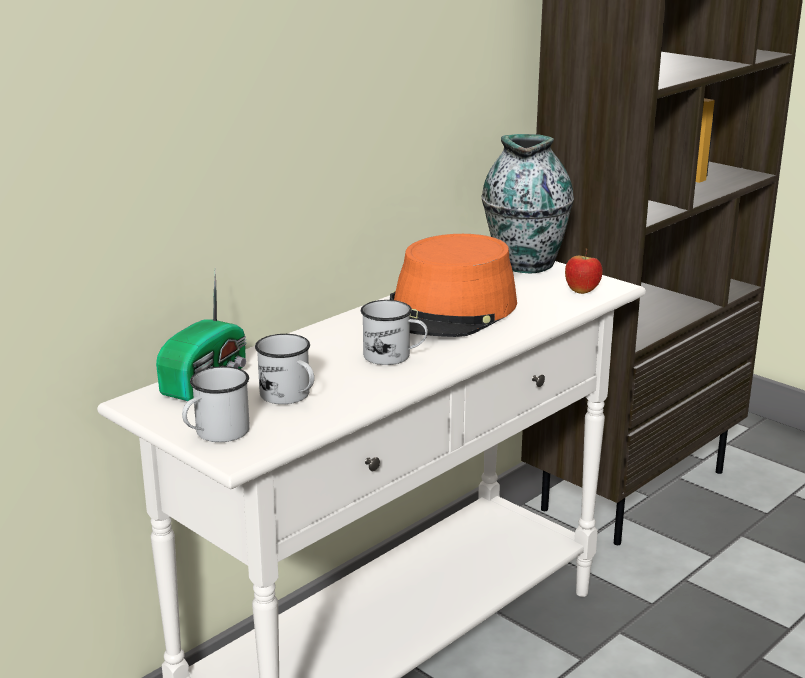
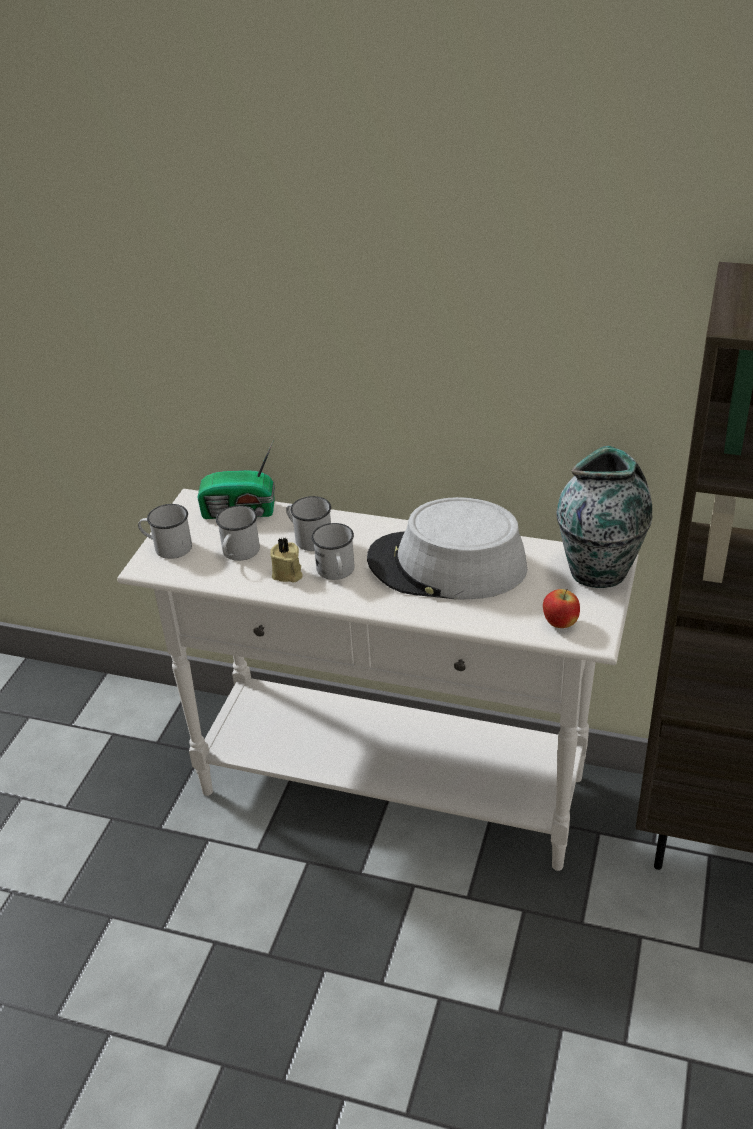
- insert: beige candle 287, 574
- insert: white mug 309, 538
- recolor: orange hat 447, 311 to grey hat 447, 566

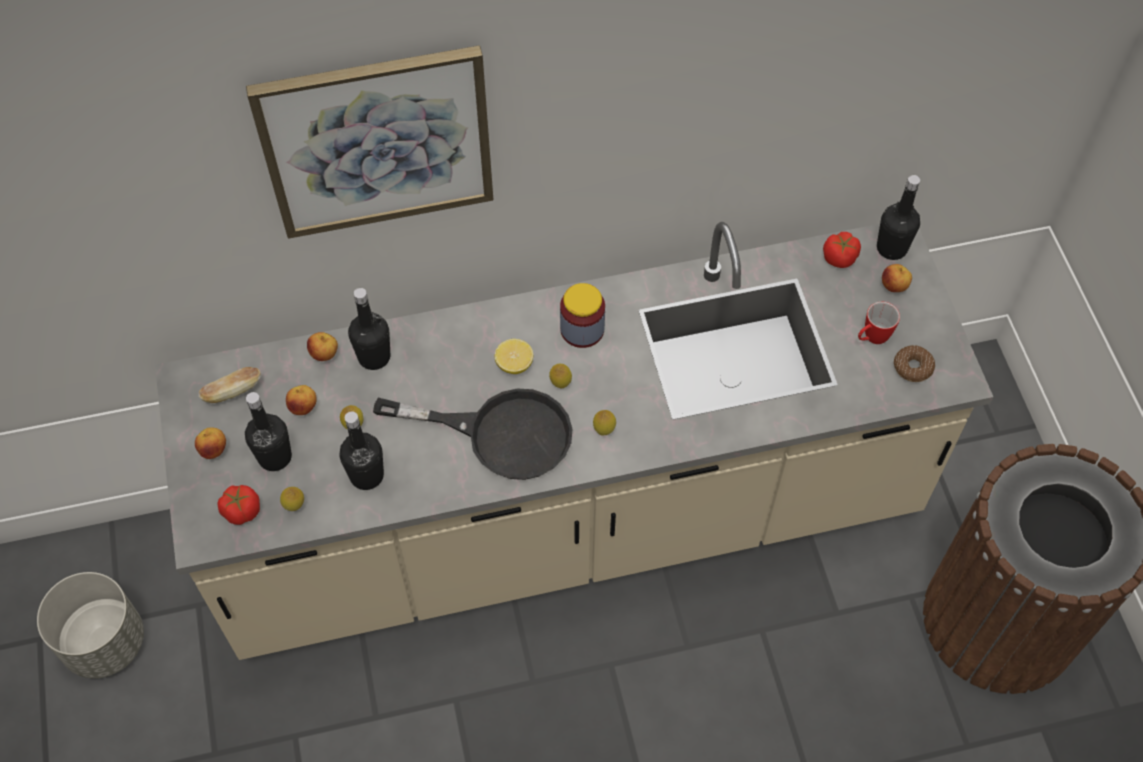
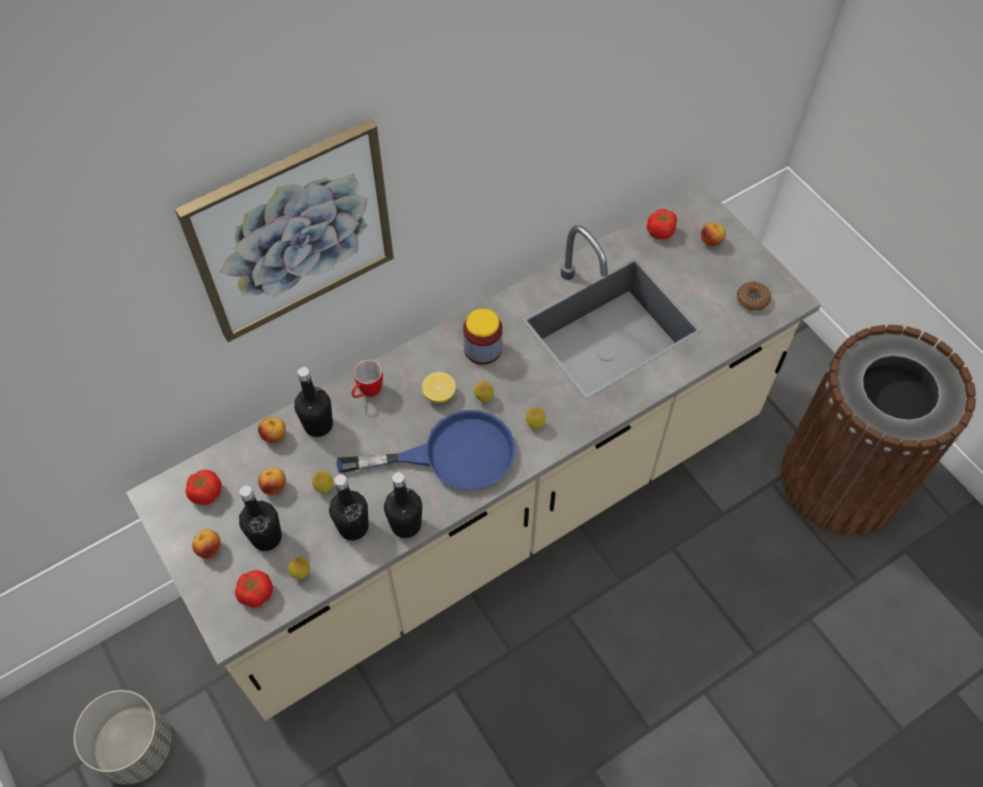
- move: mug 871, 339 to 367, 393
- move: black bottle 891, 248 to 406, 524
- replace: bread 232, 391 to tomato 206, 493
- recolor: black frying pan 500, 433 to blue frying pan 452, 455

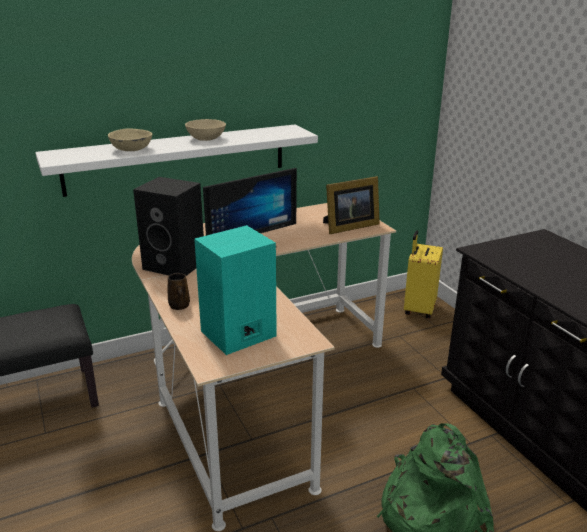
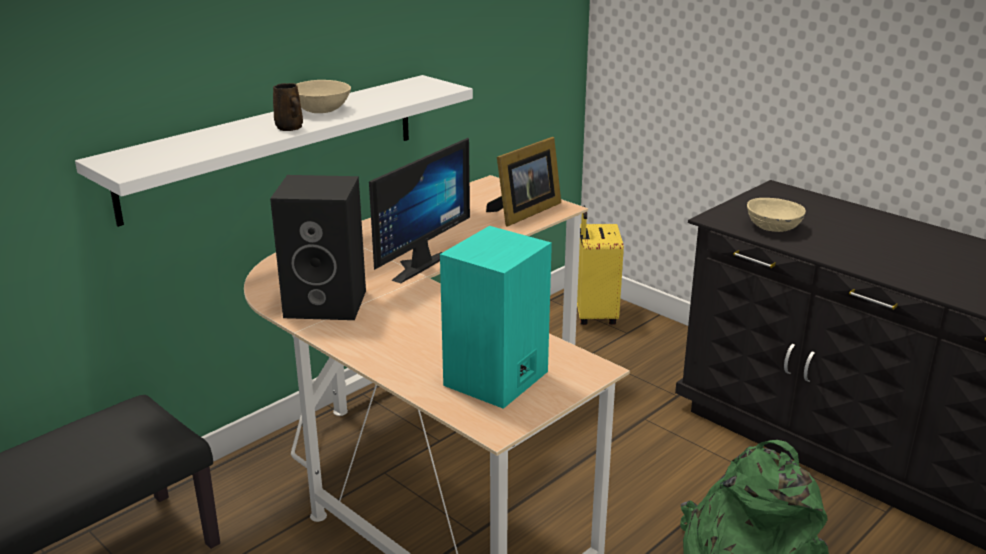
- move: beige bowl 131, 149 to 772, 227
- move: brown mug 179, 306 to 290, 128

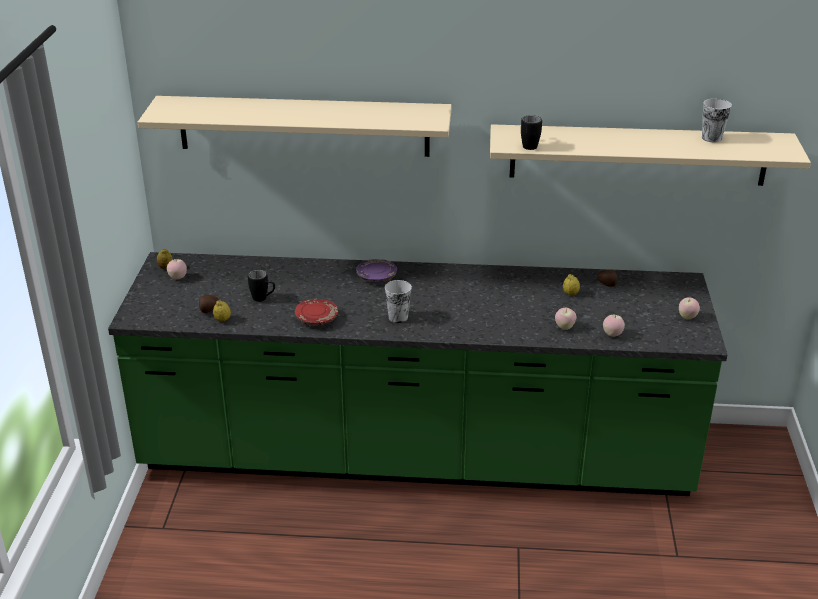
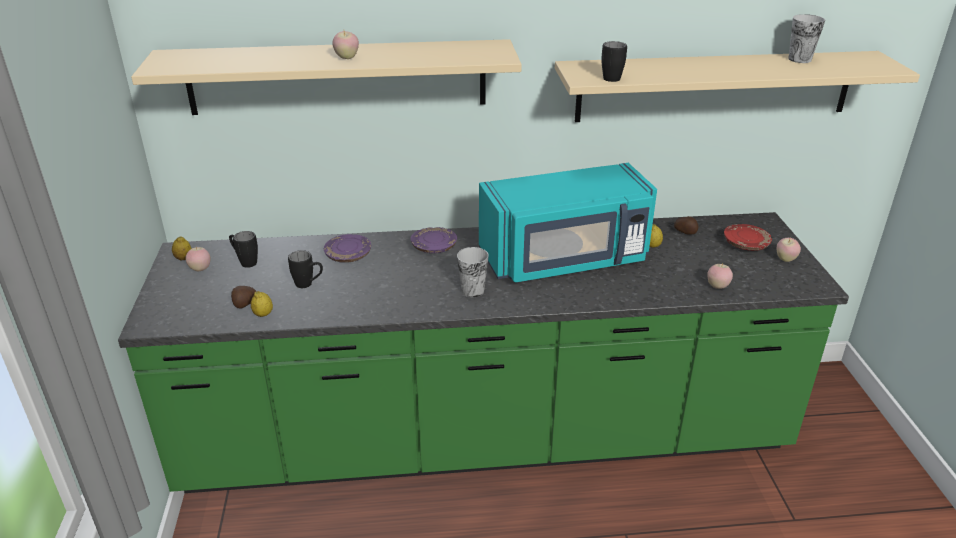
- insert: black mug 245, 262
- insert: purple plate 348, 256
- insert: turquoise microwave 565, 259
- move: red plate 317, 318 to 745, 244
- move: apple 564, 327 to 347, 58

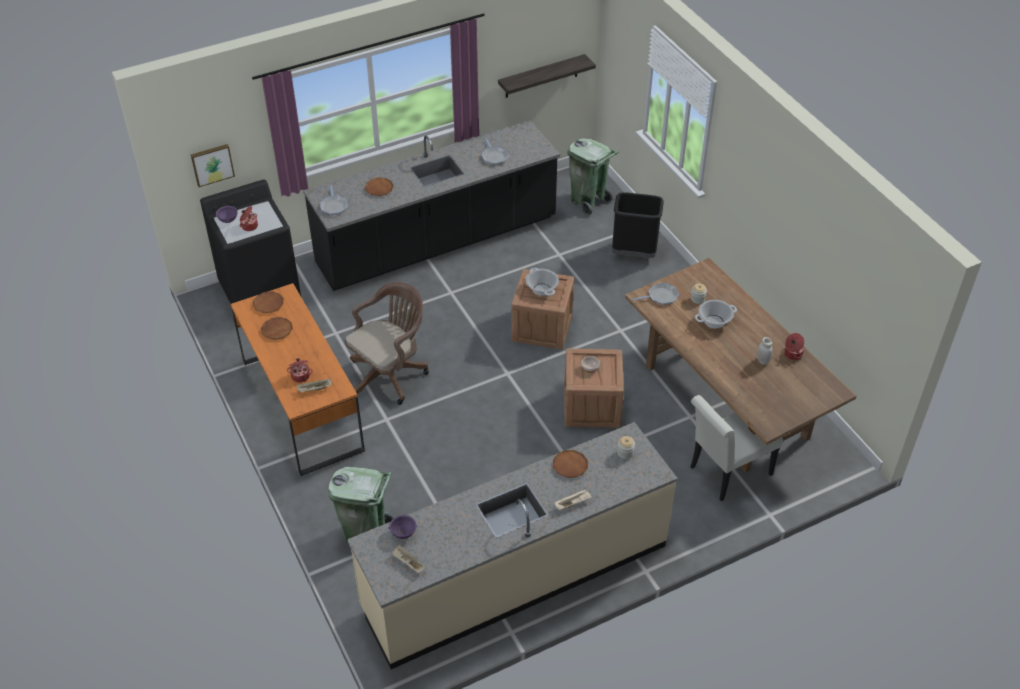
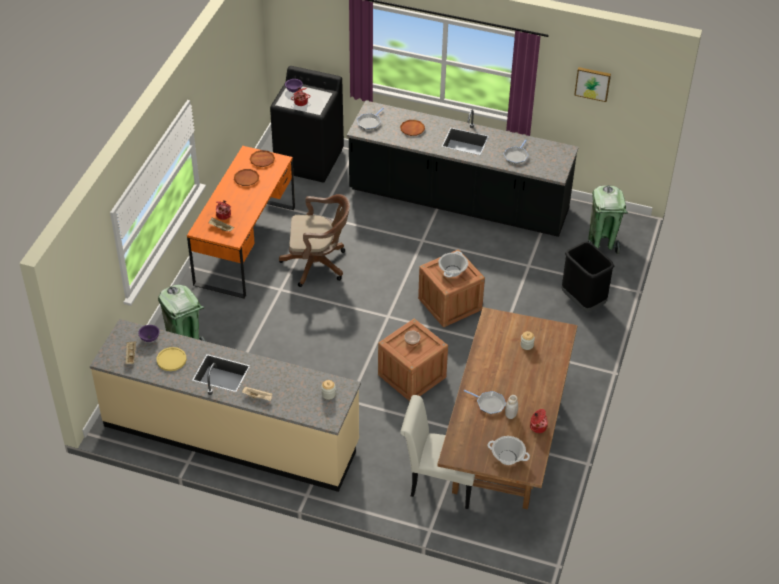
- delete: shelf 541, 76
- delete: brown plate 570, 465
- insert: yellow plate 171, 359
- move: picture 212, 164 to 592, 83
- move: frying pan 661, 296 to 489, 404
- move: cooking pot 714, 321 to 507, 457

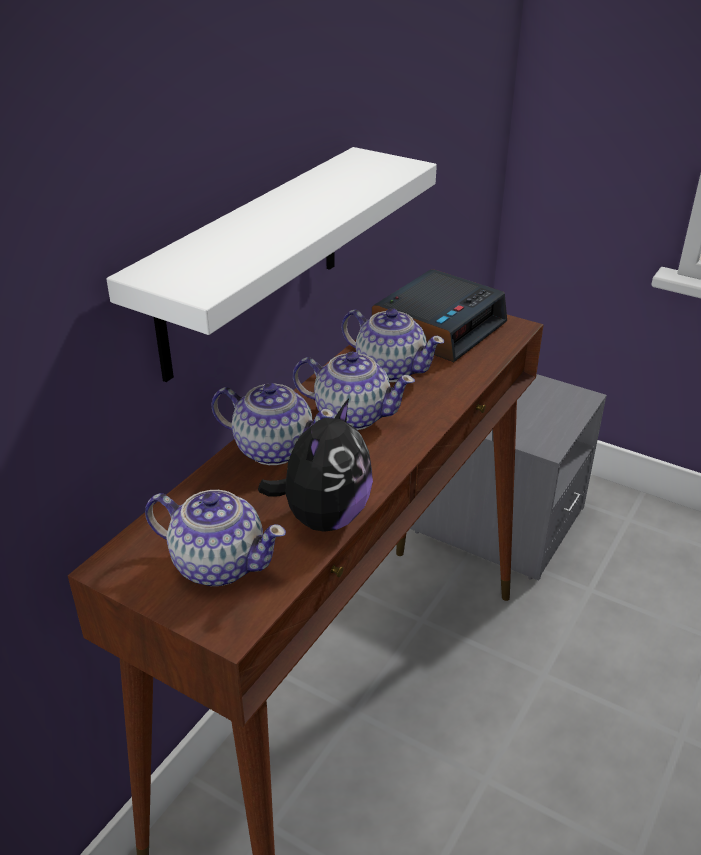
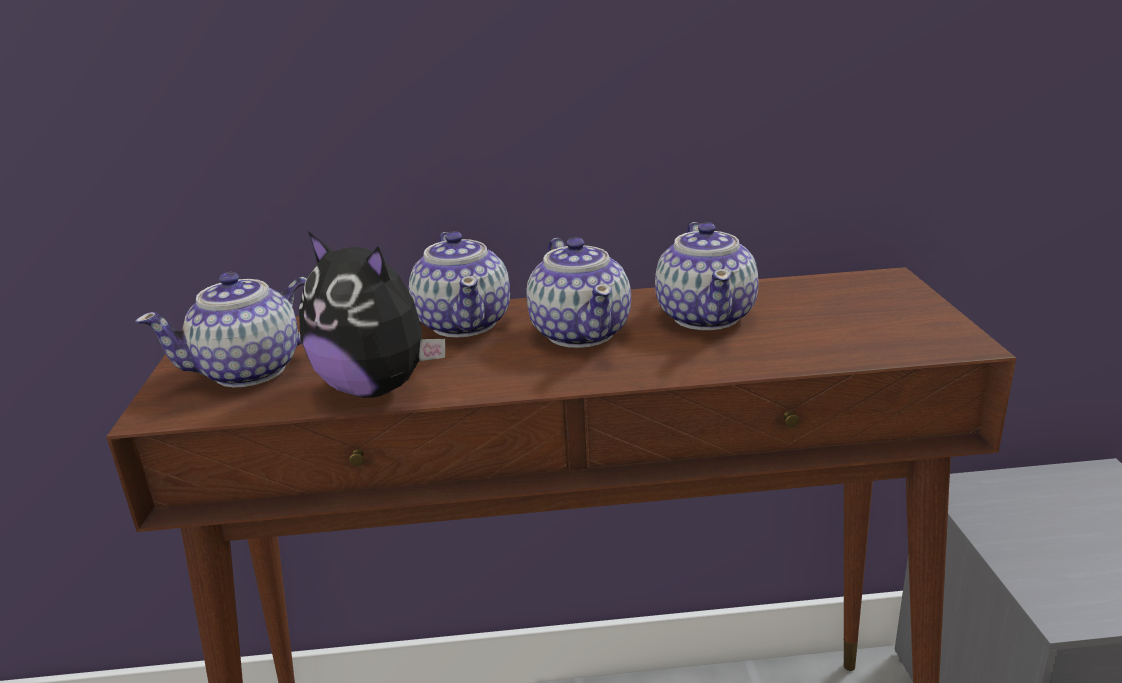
- delete: white shelf 252, 261
- delete: alarm clock 438, 327
- rotate: teapot 218, 563 = 251, 370 75 degrees clockwise
- rotate: plush toy 324, 517 = 377, 387 45 degrees clockwise

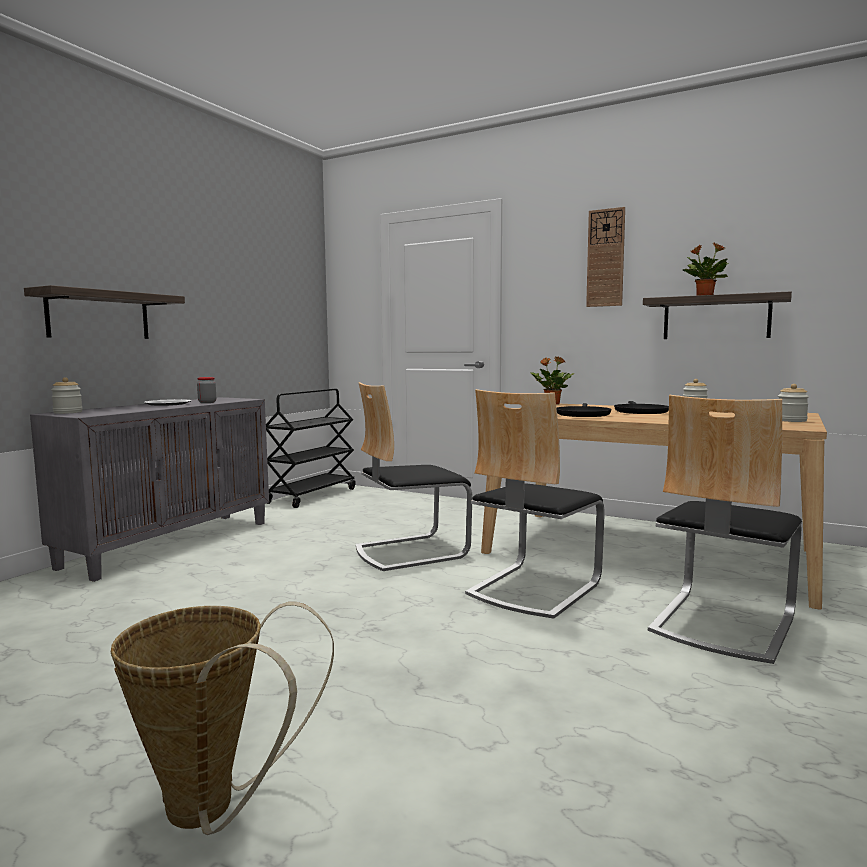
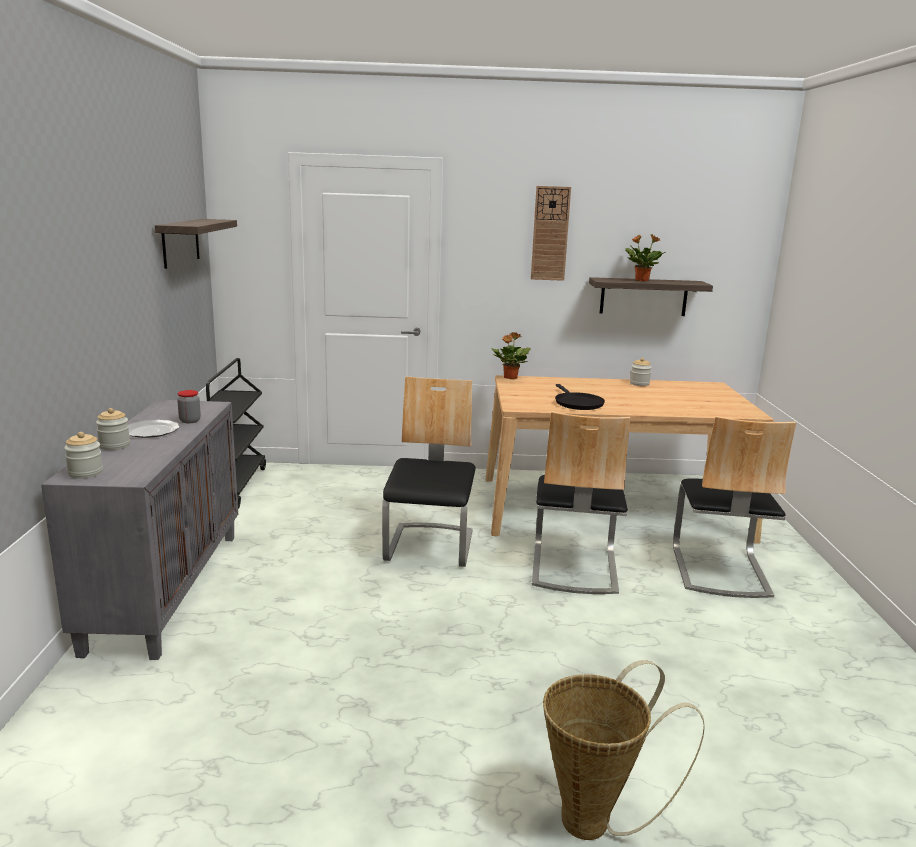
- delete: black frying pan 640, 412
- move: shelf 99, 315 to 180, 242
- move: jar 791, 420 to 114, 445
- rotate: chair 410, 551 = 430, 546 150 degrees clockwise

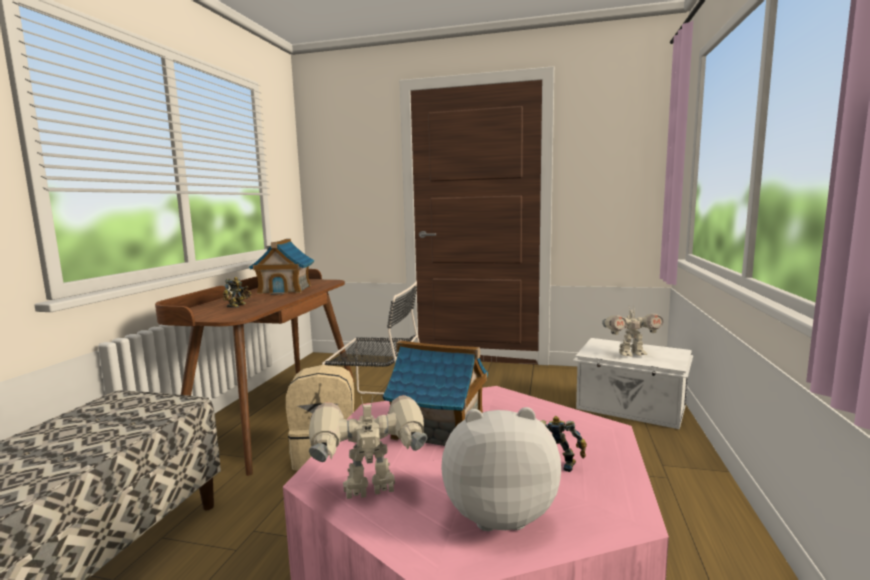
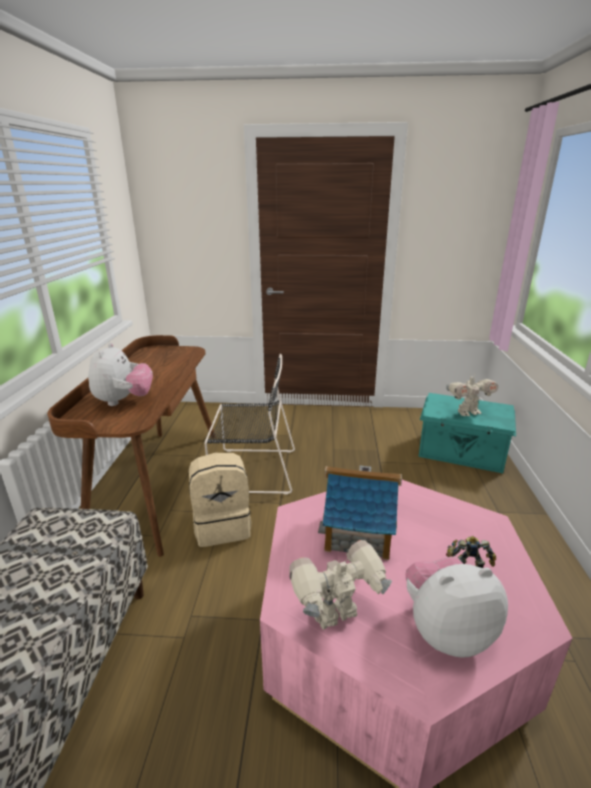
- delete: toy house 285, 289
- replace: toy robot 238, 305 to plush toy 124, 401
- recolor: white storage box 631, 408 to turquoise storage box 461, 453

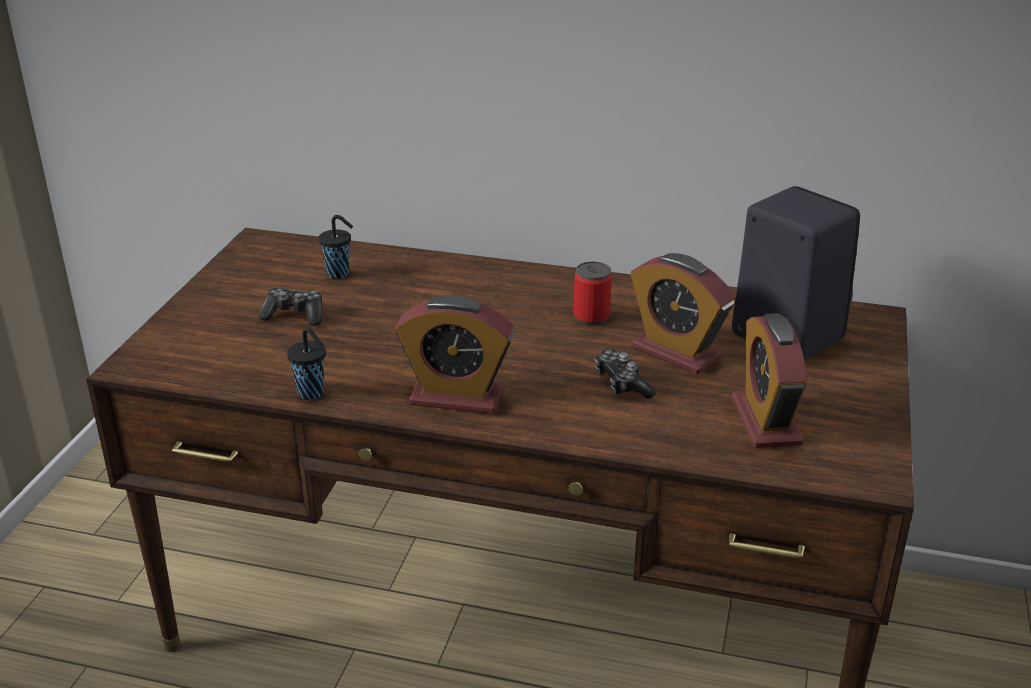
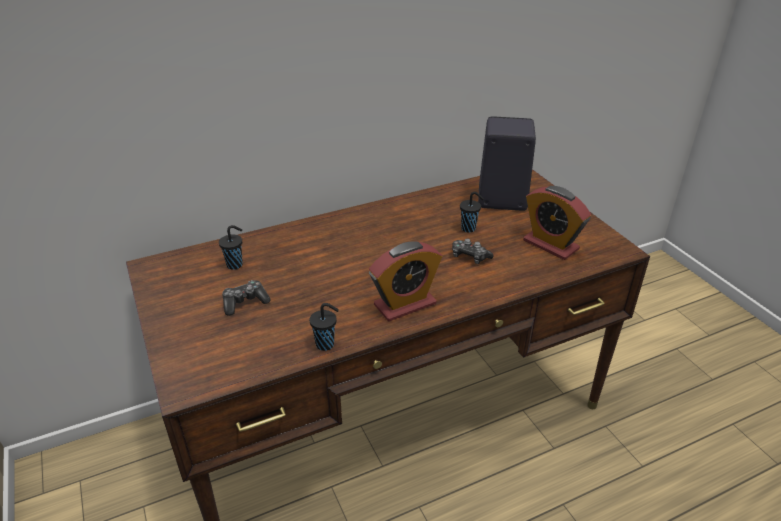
- delete: can 591, 317
- replace: alarm clock 676, 352 to black cup 469, 228

